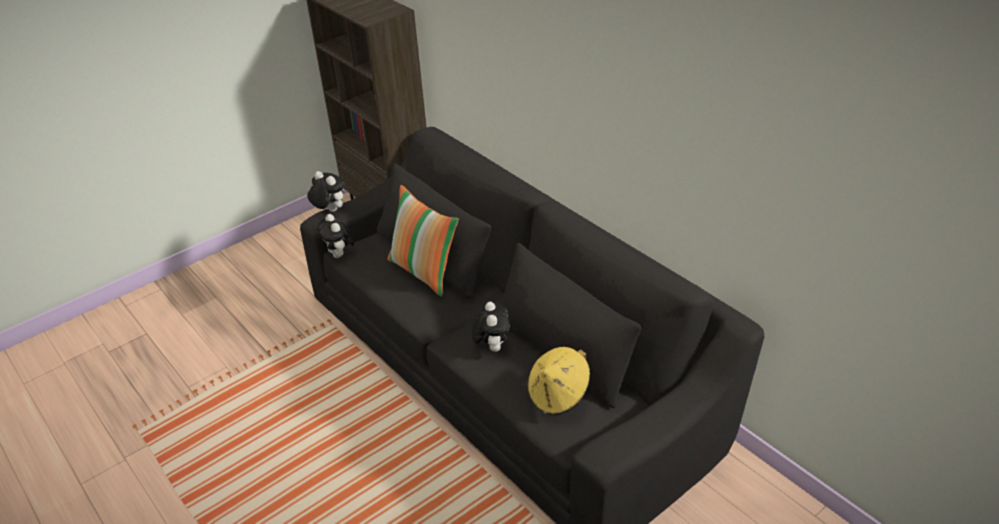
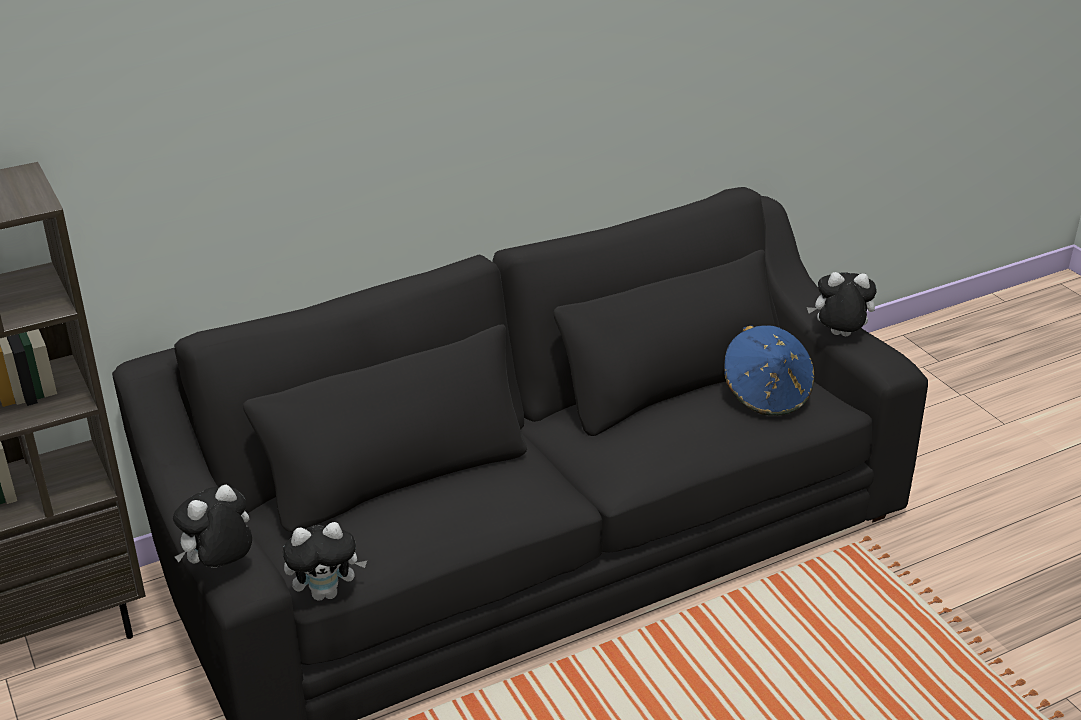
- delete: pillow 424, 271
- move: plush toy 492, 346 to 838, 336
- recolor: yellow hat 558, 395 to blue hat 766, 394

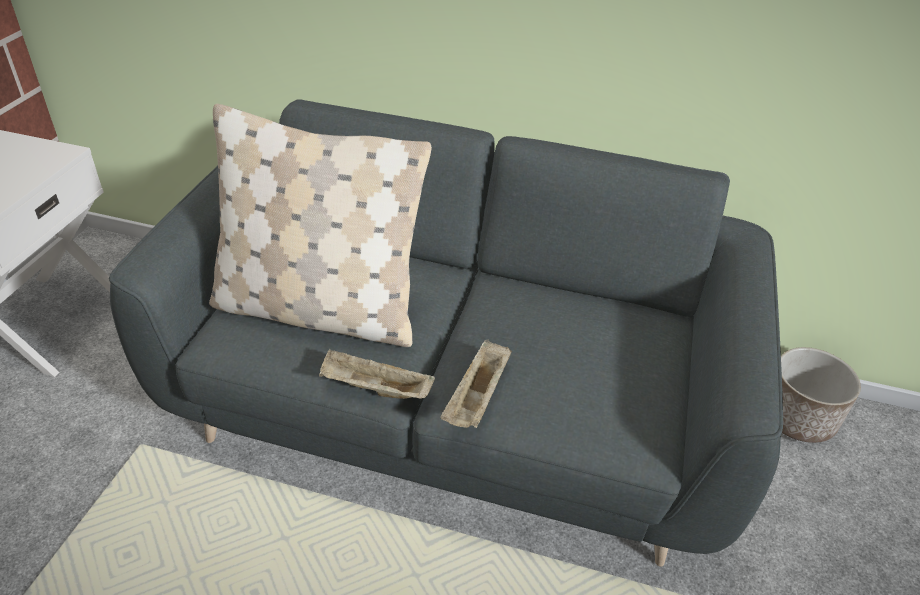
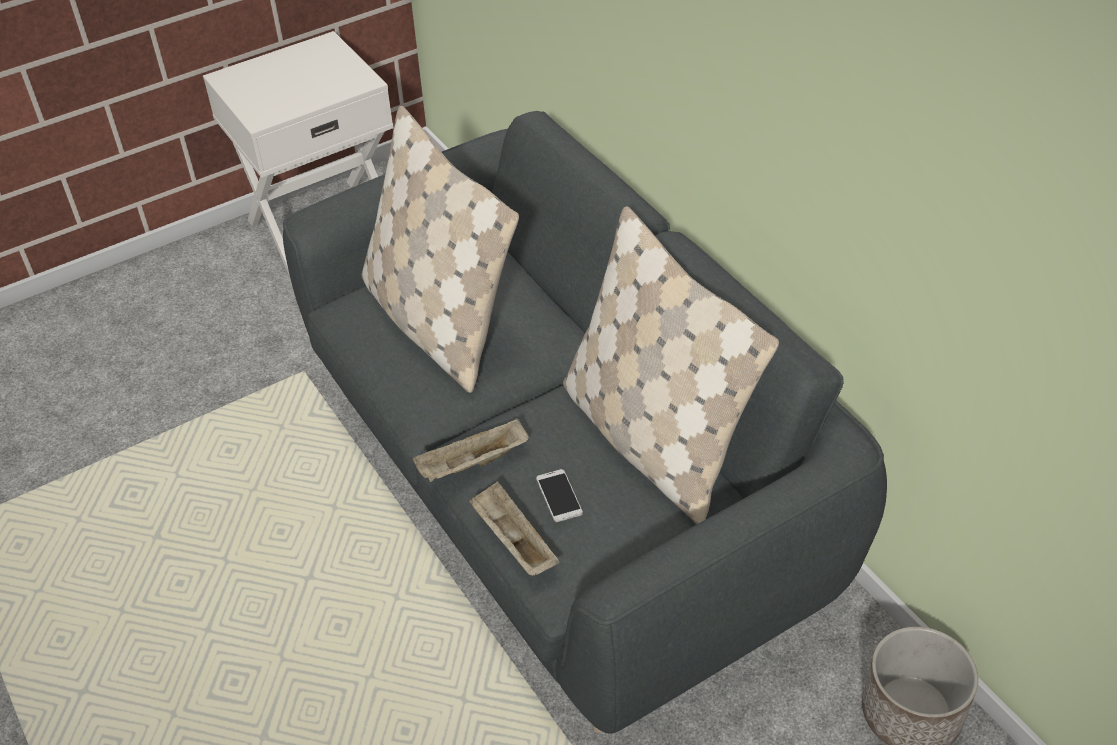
- insert: phone 559, 496
- insert: beige pillow 652, 440
- move: beige tray 374, 389 to 513, 541

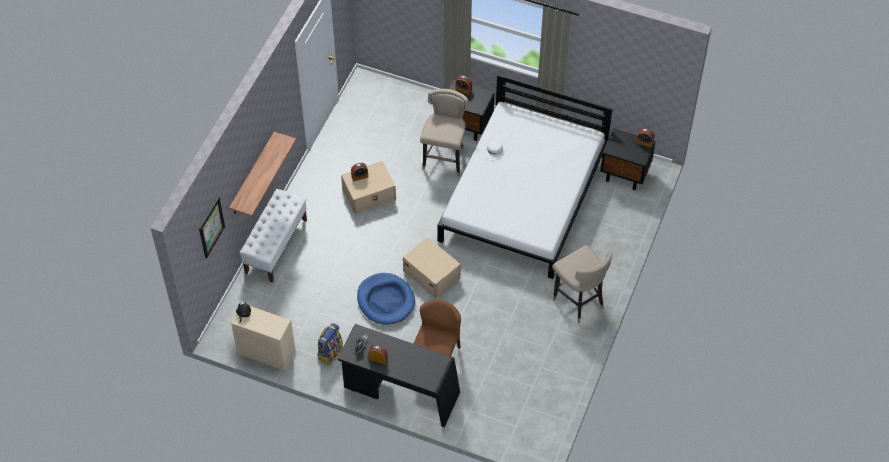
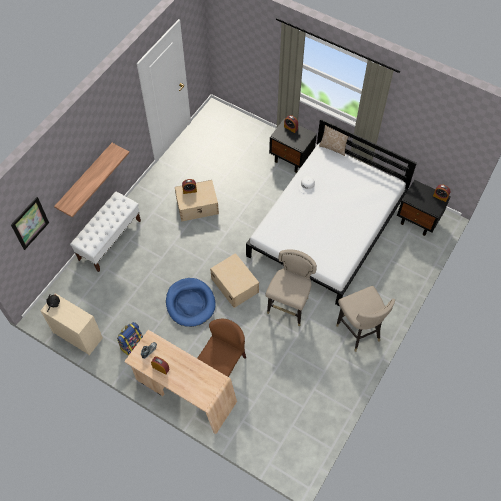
- insert: pillow 333, 147
- move: beige stool 445, 160 to 289, 307
- recolor: black desk 400, 392 to beige desk 184, 392

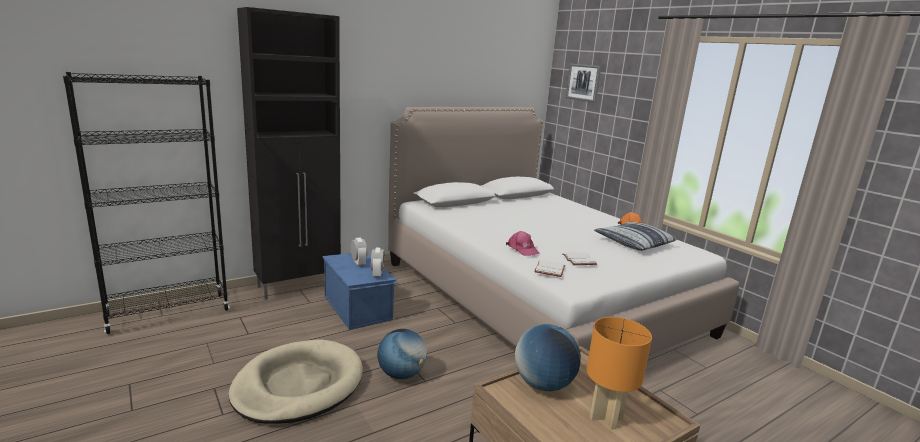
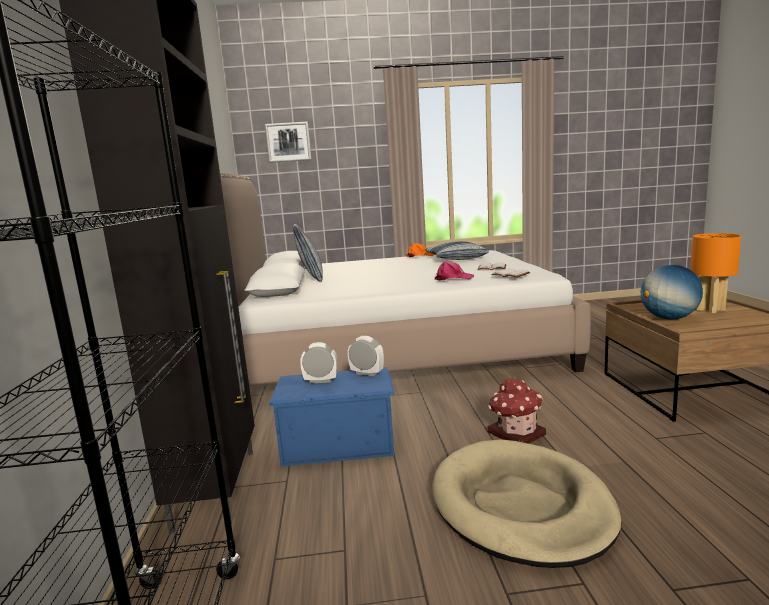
- insert: pillow 310, 277
- replace: globe 401, 374 to toy house 515, 433

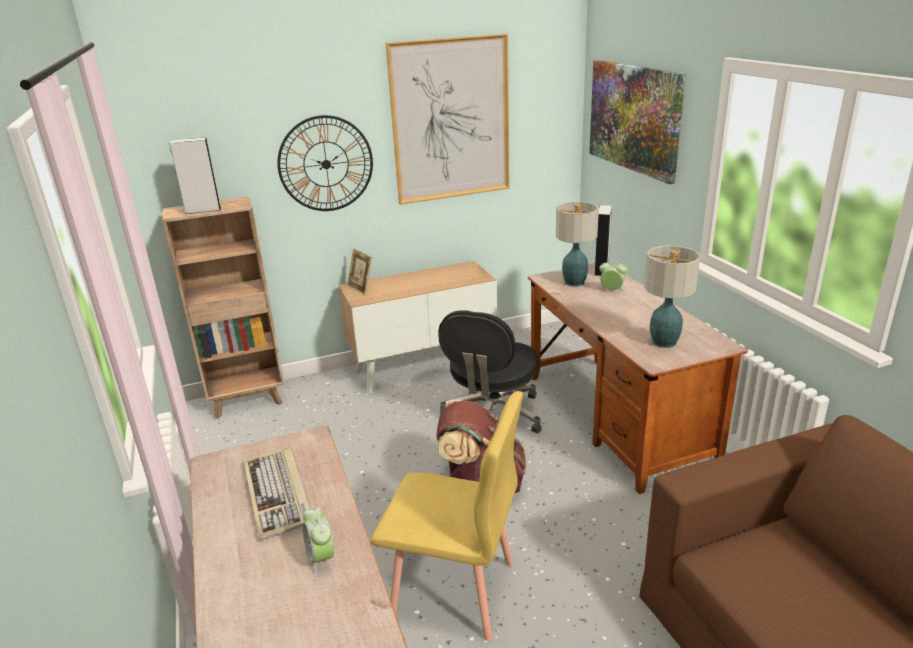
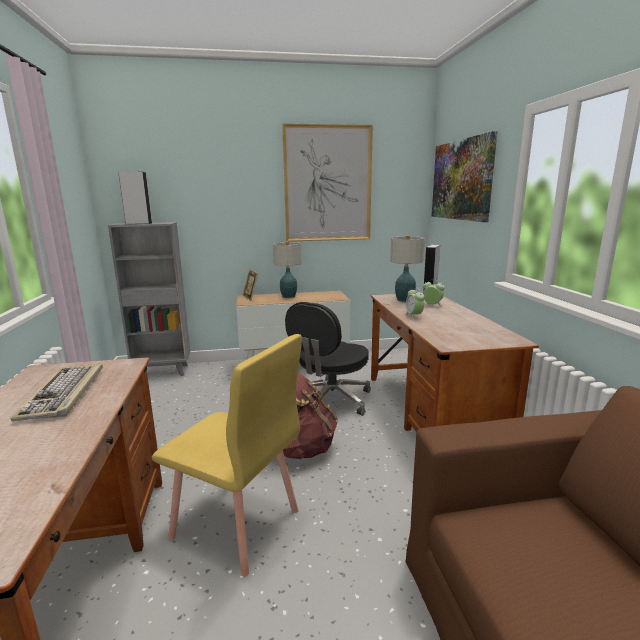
- delete: wall clock 326, 164
- move: alarm clock 321, 558 to 414, 316
- move: table lamp 663, 342 to 288, 296
- recolor: brown bookcase 249, 401 to grey bookcase 163, 372

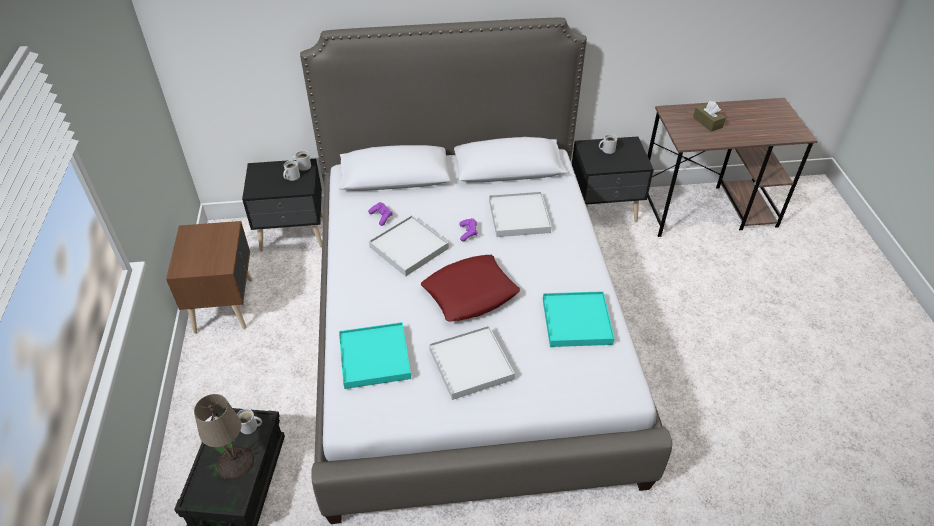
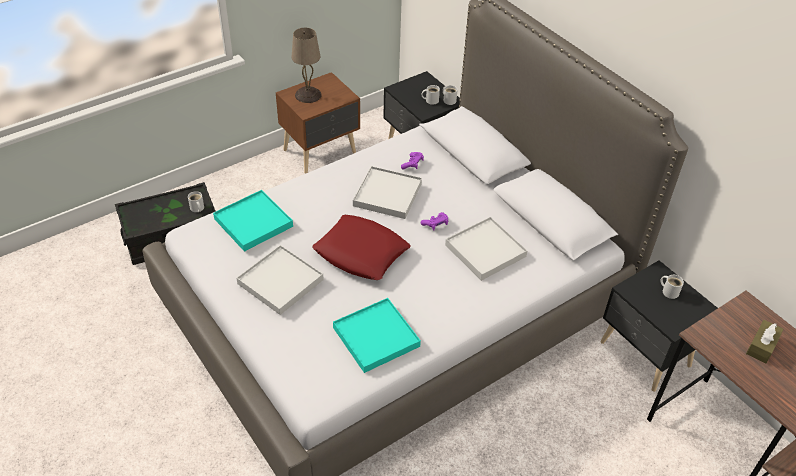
- move: beige table lamp 235, 461 to 308, 95

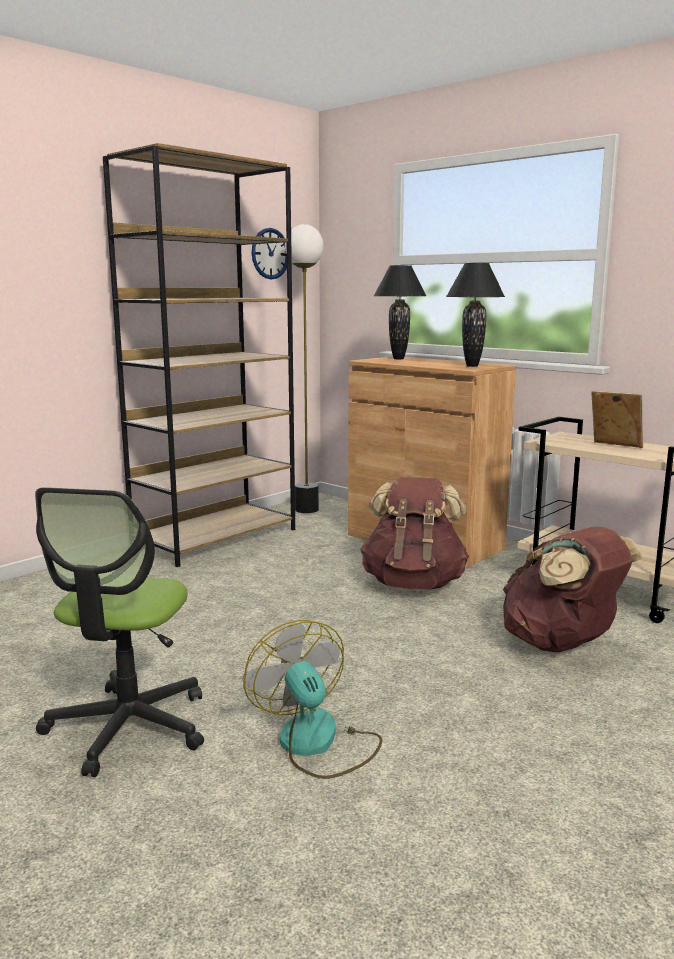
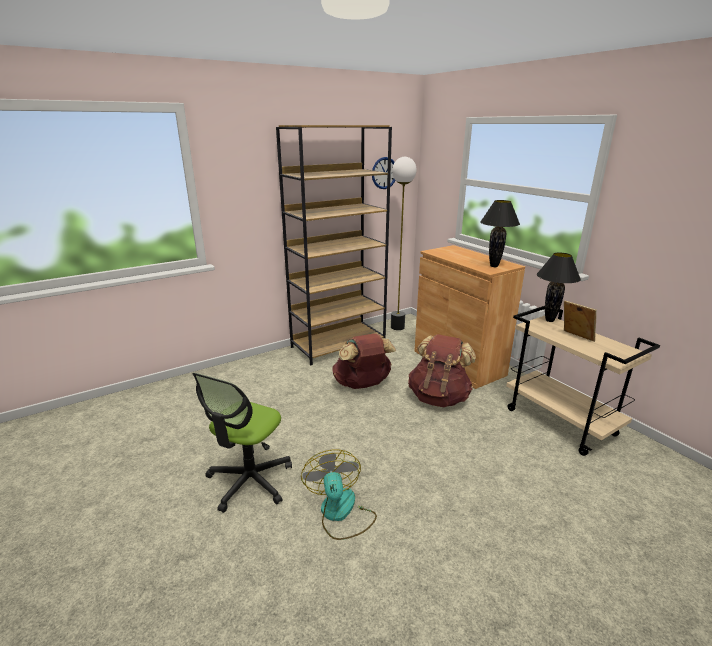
- move: black table lamp 398, 359 to 549, 320
- move: brown backpack 561, 644 to 362, 385

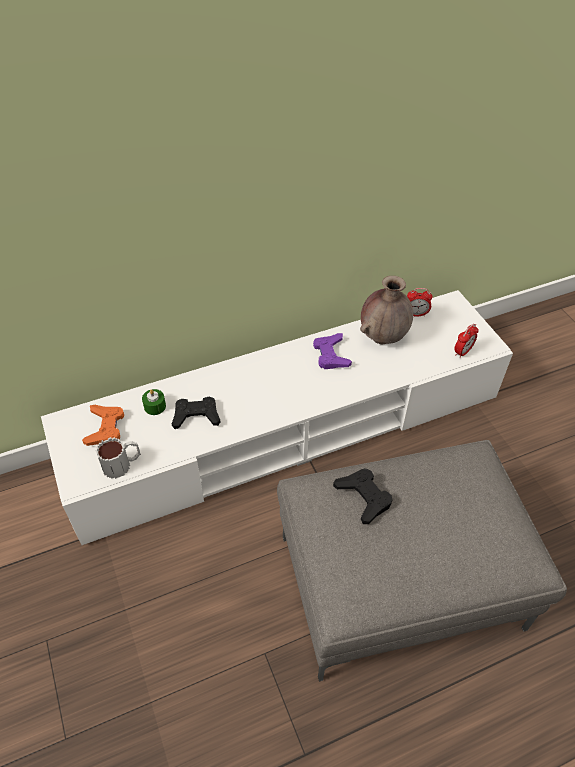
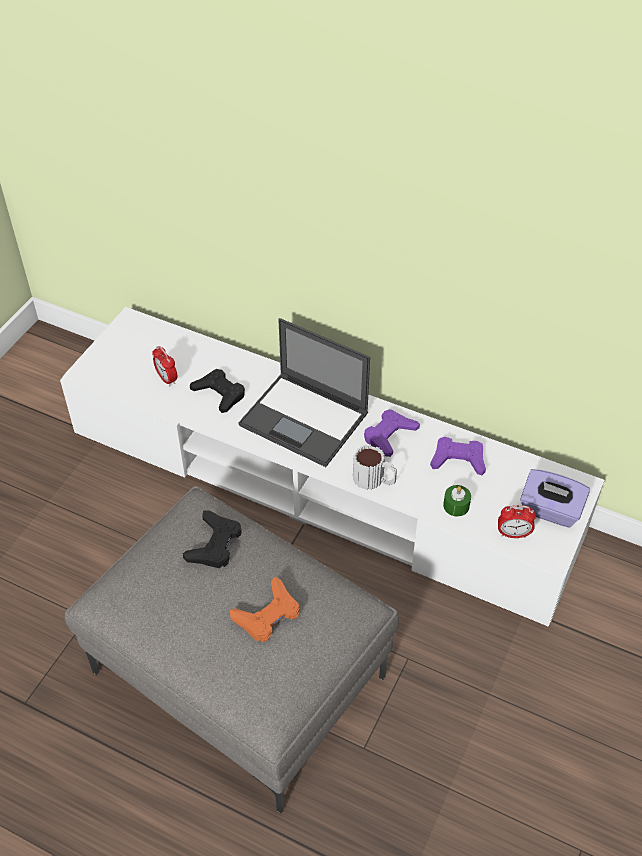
- insert: laptop 305, 420
- insert: purple tissue box 550, 510
- move: orange game controller 105, 428 to 267, 615
- move: mug 122, 464 to 374, 480
- move: green candle 155, 406 to 456, 505
- move: alarm clock 416, 314 to 167, 379
- replace: brown vase 383, 337 to purple game controller 458, 459

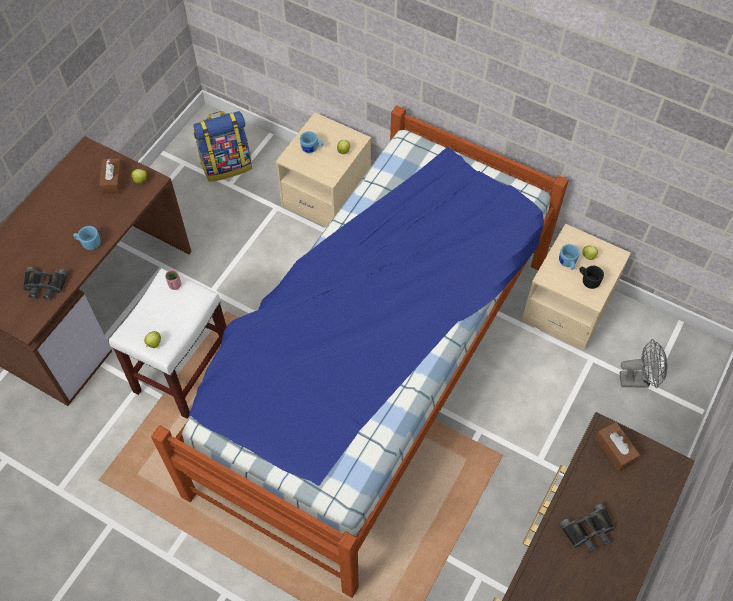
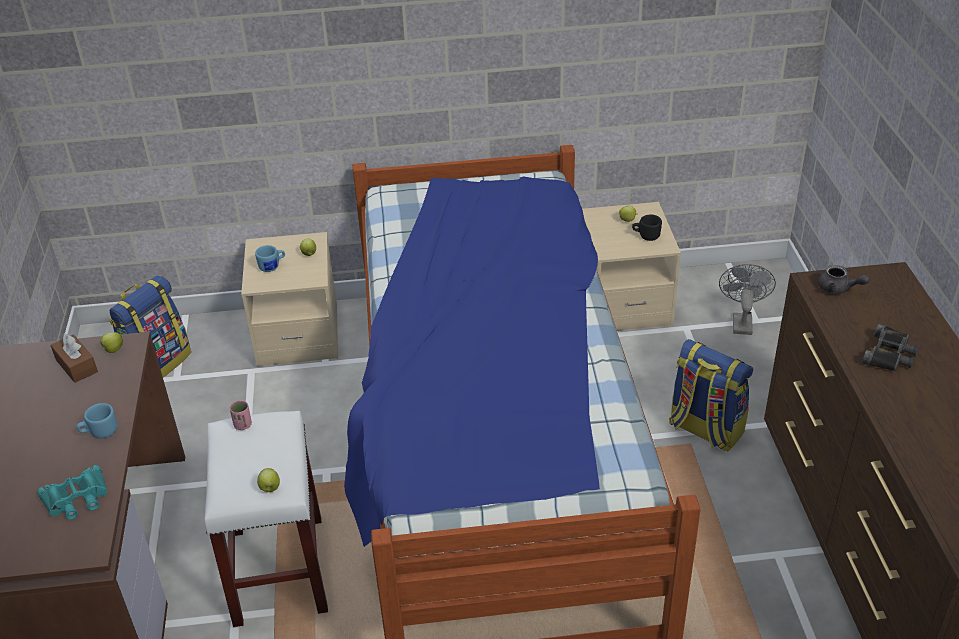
- delete: blue mug 567, 263
- insert: backpack 704, 429
- replace: brown tissue box 615, 449 to grey teapot 838, 288
- recolor: black binoculars 45, 285 to turquoise binoculars 77, 499
- rotate: grey fan 638, 380 = 741, 321 45 degrees counterclockwise

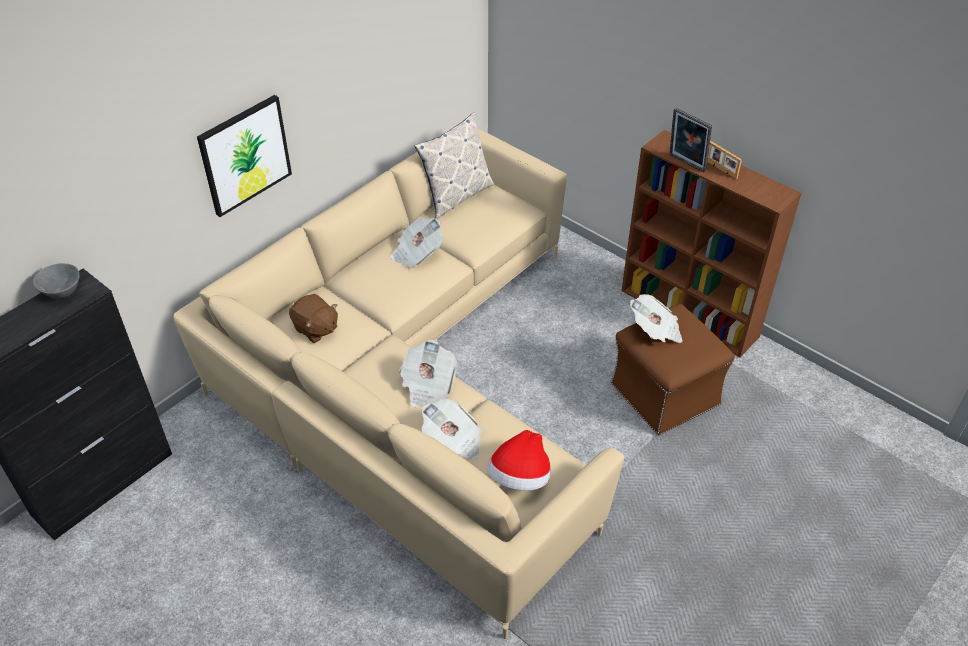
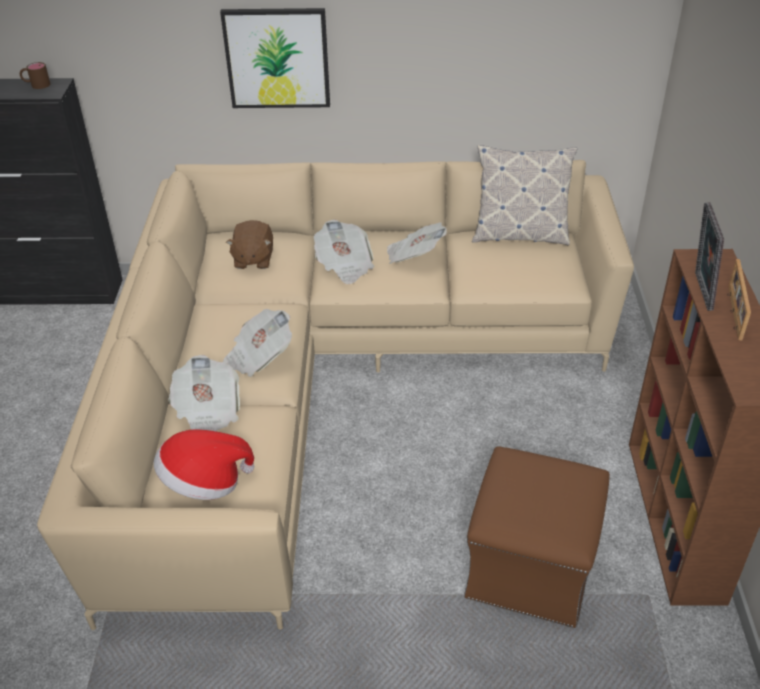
- move: newspaper 655, 330 to 344, 265
- replace: grey bowl 62, 293 to brown mug 36, 85

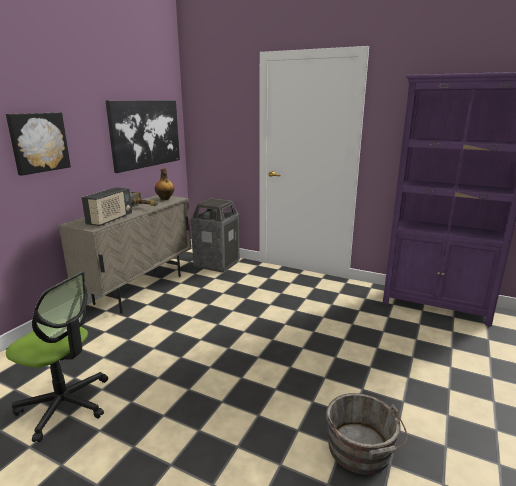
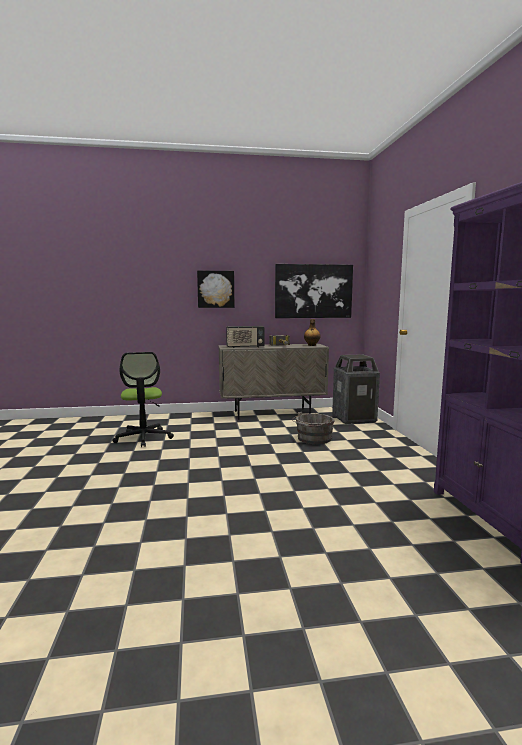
- move: grey bucket 361, 451 to 313, 439

